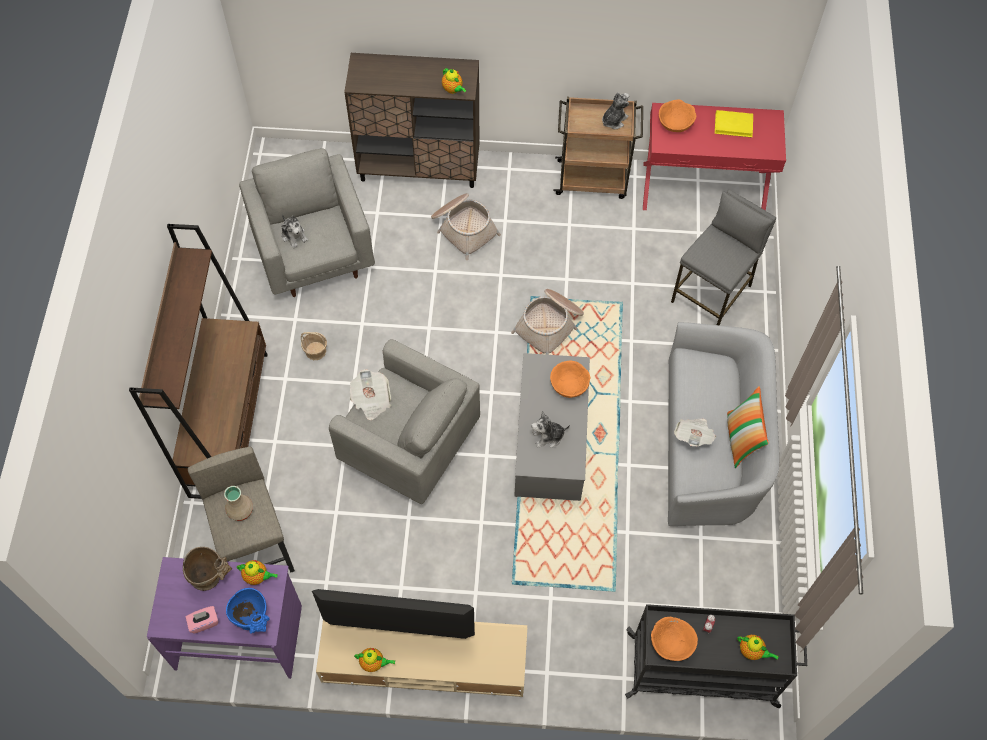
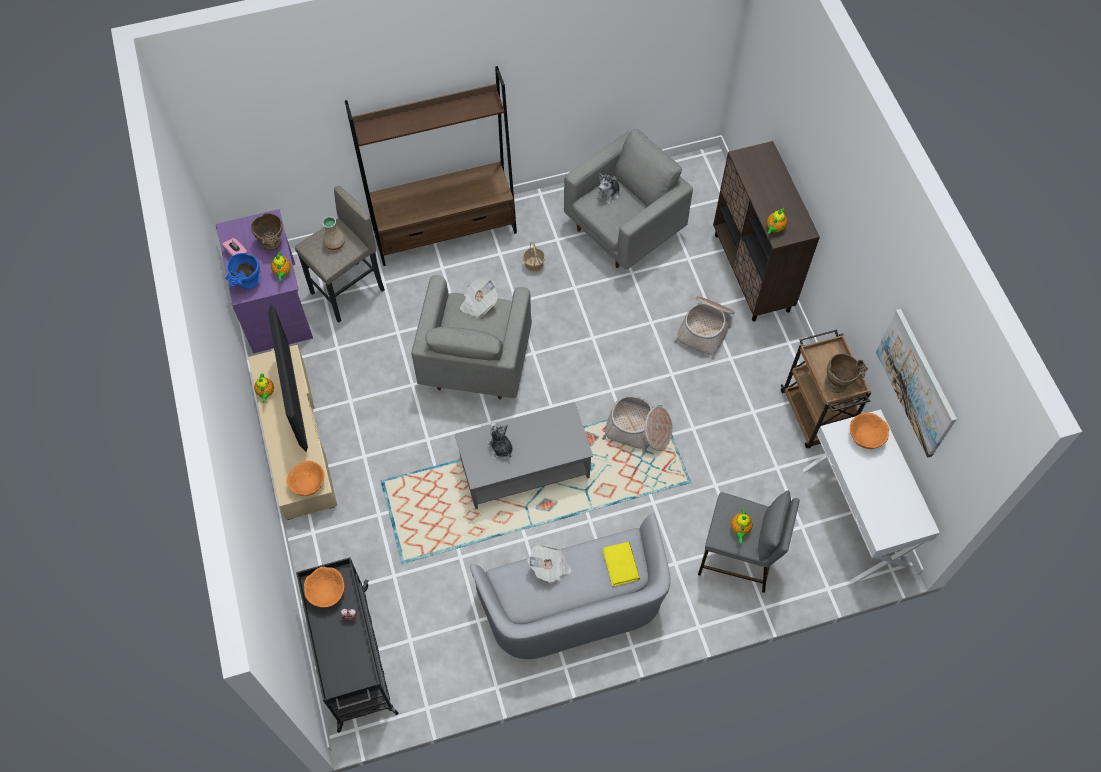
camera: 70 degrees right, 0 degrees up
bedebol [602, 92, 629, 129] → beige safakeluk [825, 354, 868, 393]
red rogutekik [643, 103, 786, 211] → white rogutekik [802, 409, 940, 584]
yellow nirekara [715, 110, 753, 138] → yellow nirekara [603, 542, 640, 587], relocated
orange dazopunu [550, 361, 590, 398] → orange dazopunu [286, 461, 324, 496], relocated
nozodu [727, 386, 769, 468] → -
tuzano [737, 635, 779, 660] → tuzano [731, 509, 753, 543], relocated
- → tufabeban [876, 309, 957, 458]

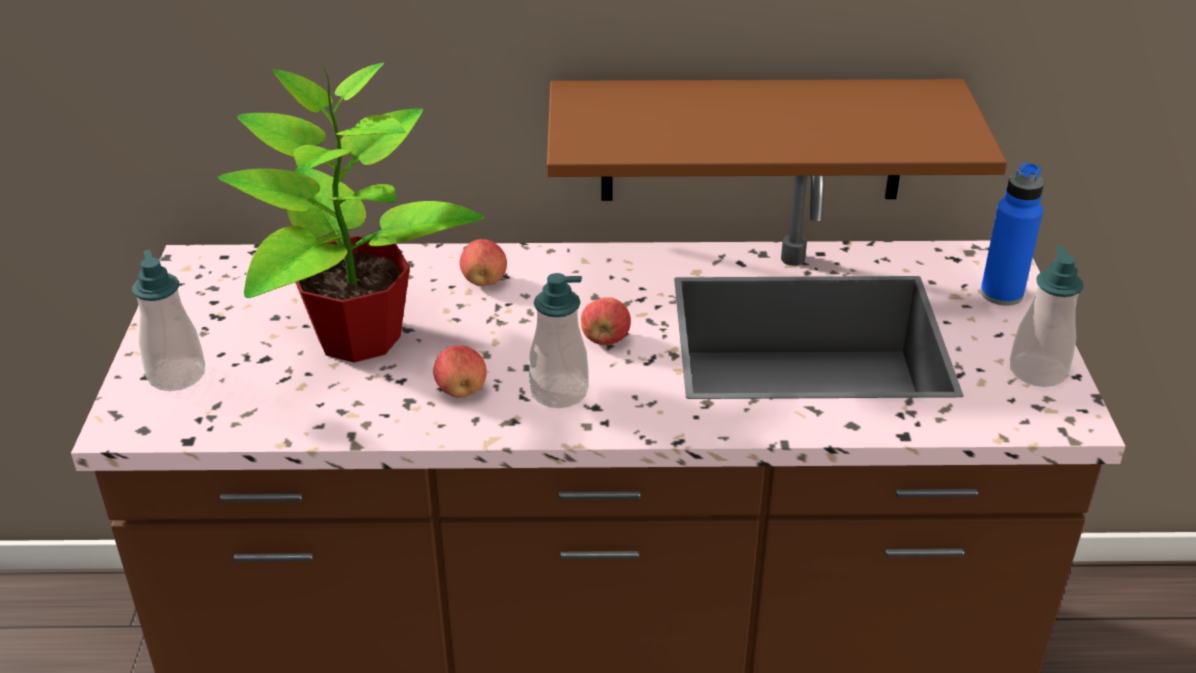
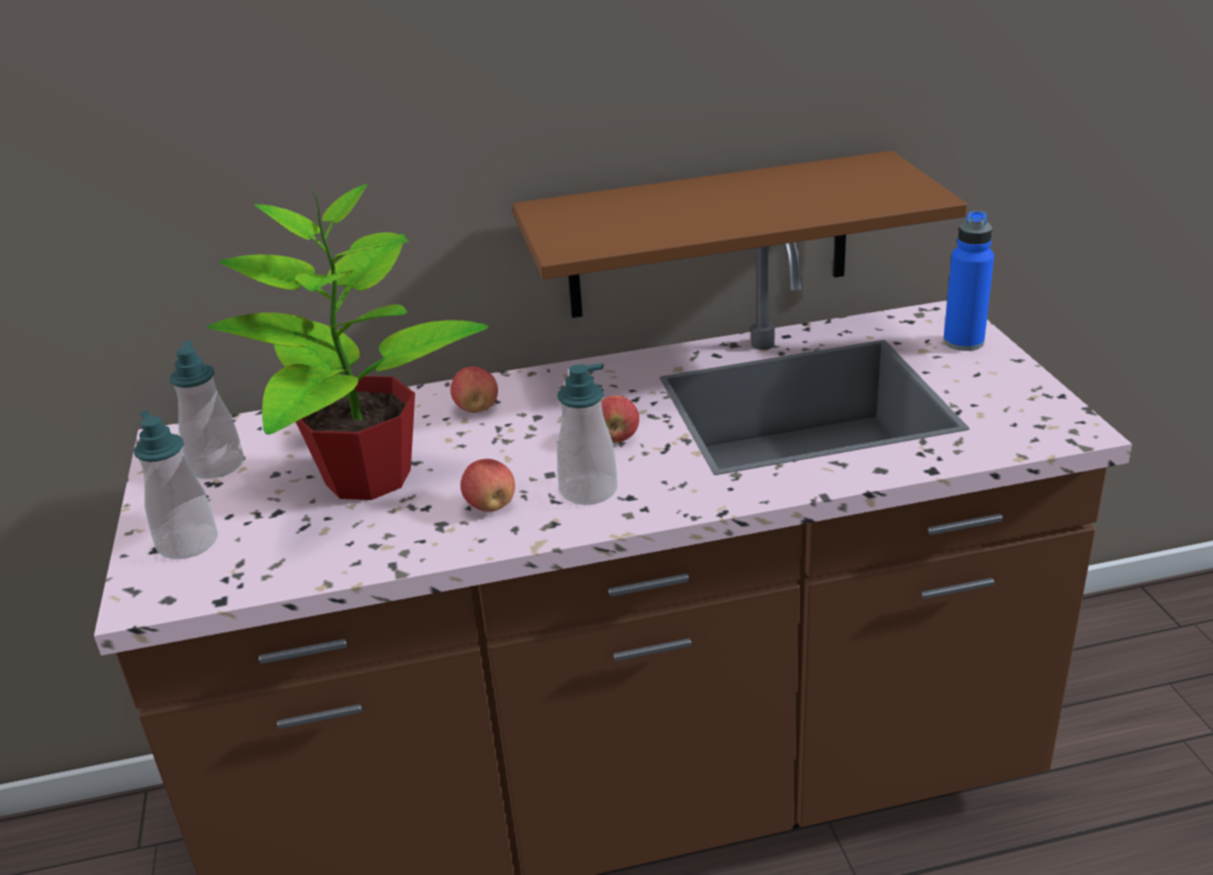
camera: 10 degrees left, 5 degrees down
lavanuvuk [1010, 245, 1083, 387] → lavanuvuk [170, 341, 244, 479], relocated

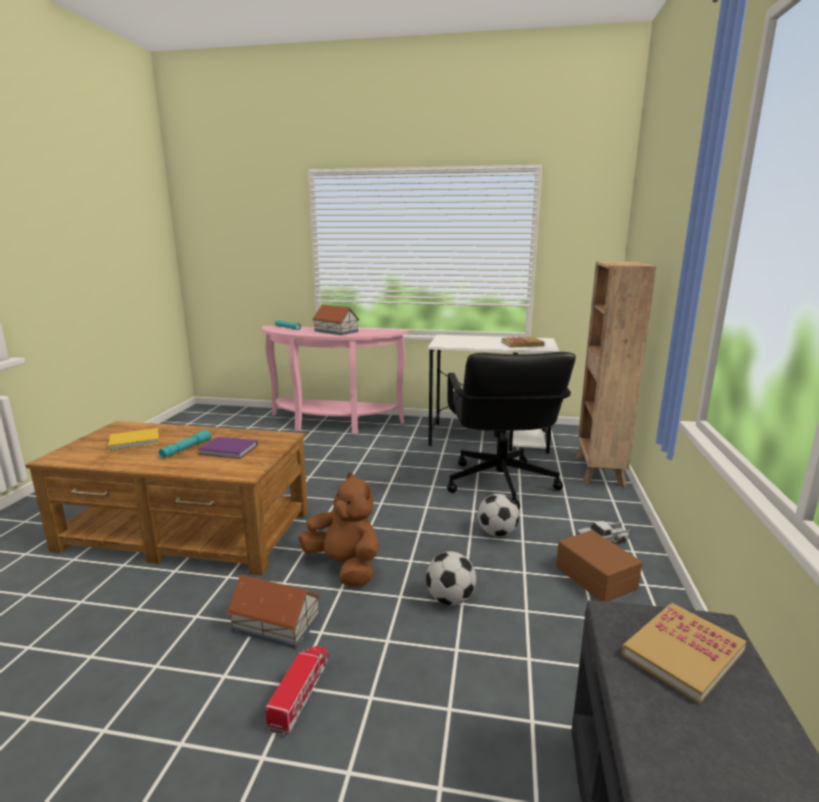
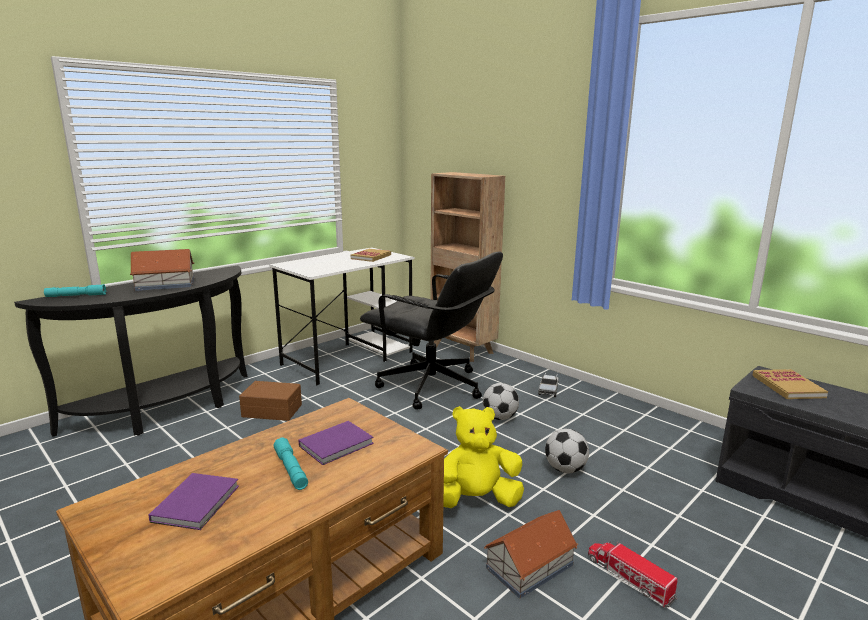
camera: 55 degrees left, 0 degrees up
pink rogutekik [262, 326, 408, 434] → black rogutekik [14, 265, 248, 437]
yellow nirekara [108, 428, 159, 451] → purple nirekara [149, 473, 239, 530]
brown bedebol [298, 472, 379, 587] → yellow bedebol [443, 406, 524, 508]
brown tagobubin [556, 530, 642, 602] → brown tagobubin [239, 381, 302, 421], relocated

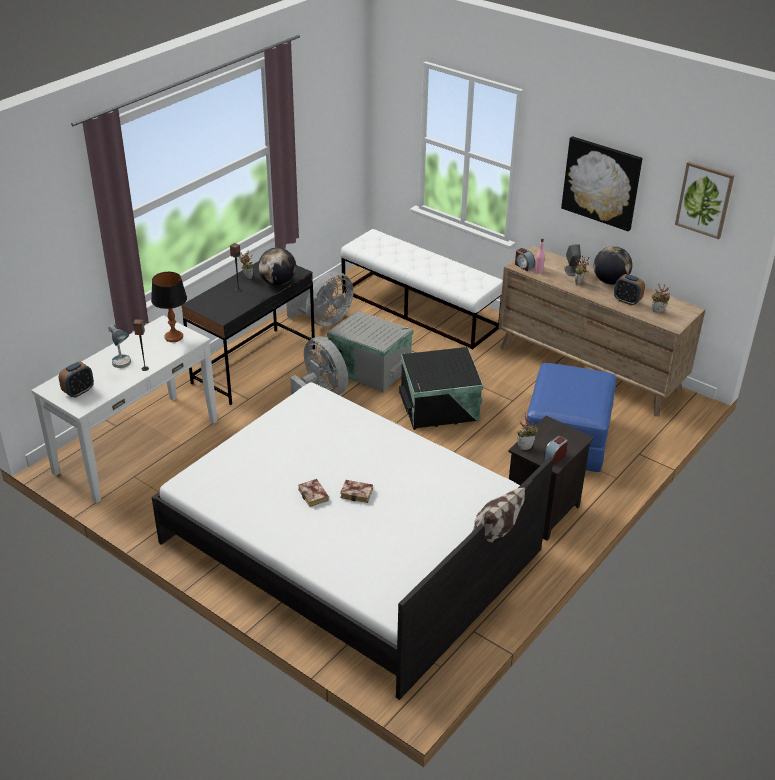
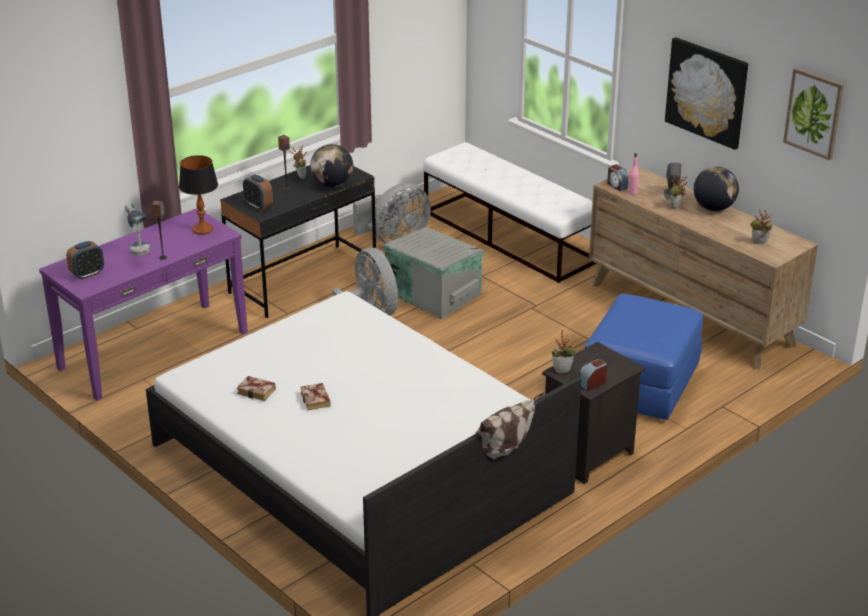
camera: 10 degrees right, 5 degrees down
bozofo [614, 274, 645, 306] → bozofo [243, 175, 273, 210], relocated
white rogutekik [31, 315, 218, 503] → purple rogutekik [39, 208, 248, 401]
black tagobubin [399, 347, 483, 430] → -
nirekara [340, 480, 373, 503] → nirekara [237, 376, 276, 401], relocated

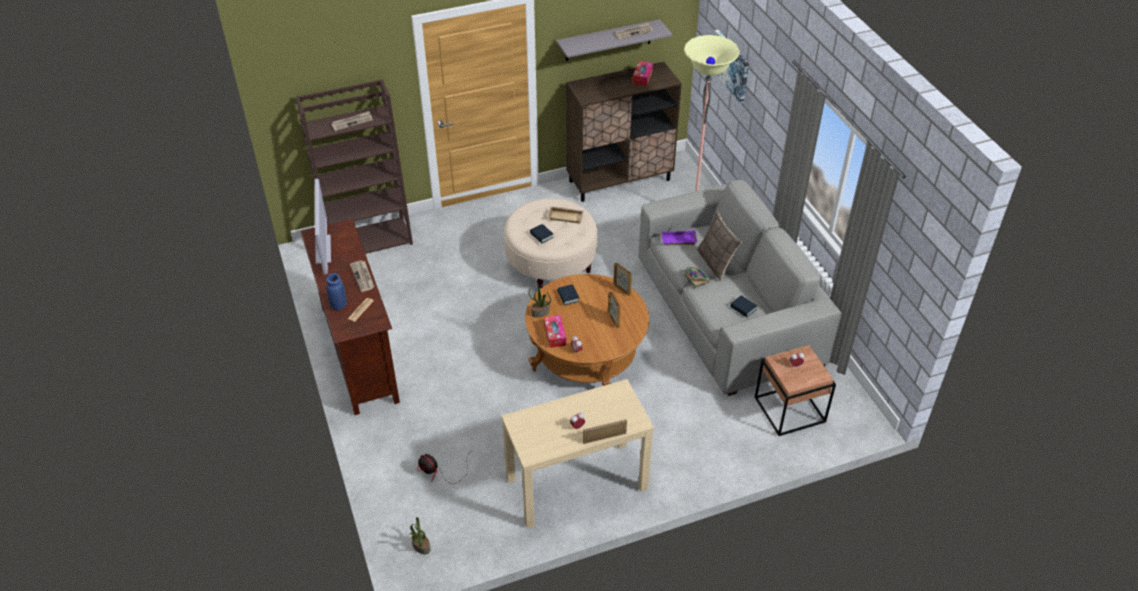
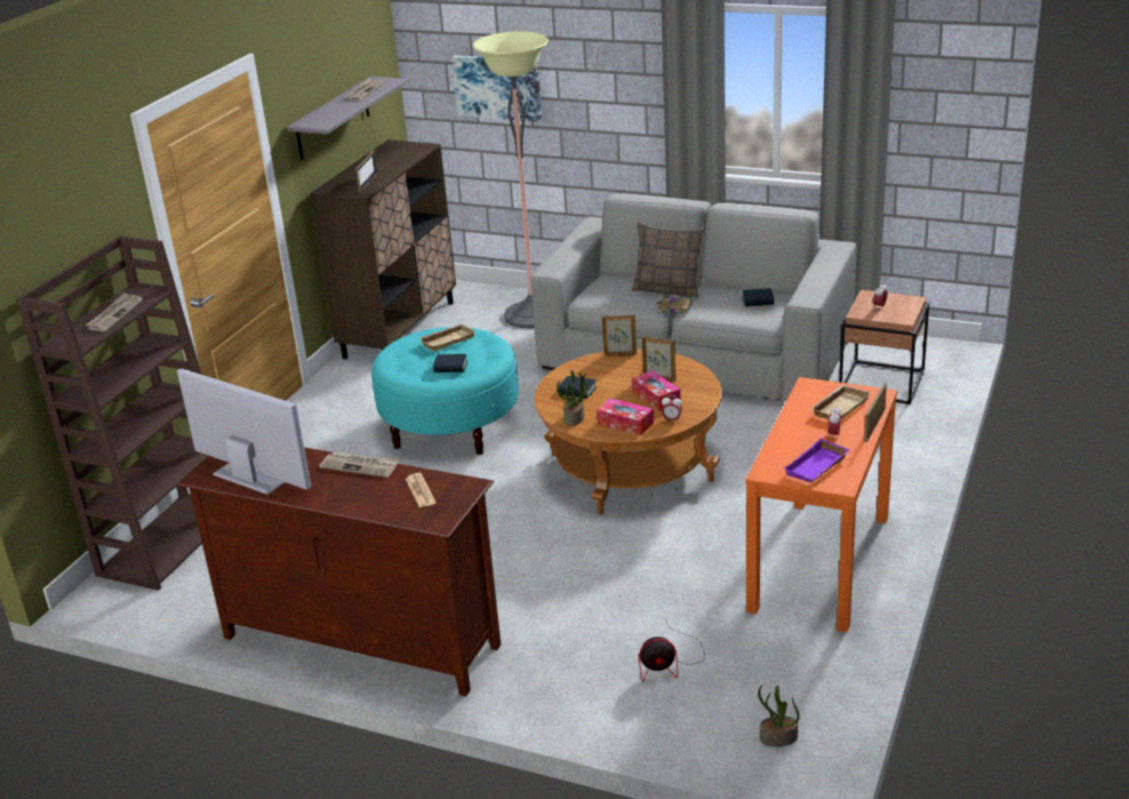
camera: 45 degrees left, 15 degrees down
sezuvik [633, 61, 653, 86] → sezuvik [632, 371, 681, 411], relocated
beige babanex [504, 198, 598, 289] → turquoise babanex [371, 327, 518, 455]
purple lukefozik [661, 230, 697, 245] → purple lukefozik [784, 438, 850, 483], relocated
blue safakeluk [326, 273, 347, 310] → -
beige rogutekik [501, 379, 654, 528] → orange rogutekik [745, 377, 897, 632]
- → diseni [356, 151, 378, 192]
- → beige lukefozik [810, 385, 871, 420]

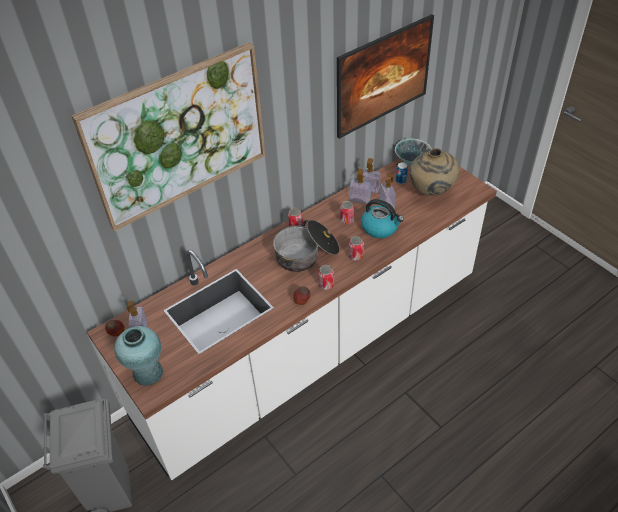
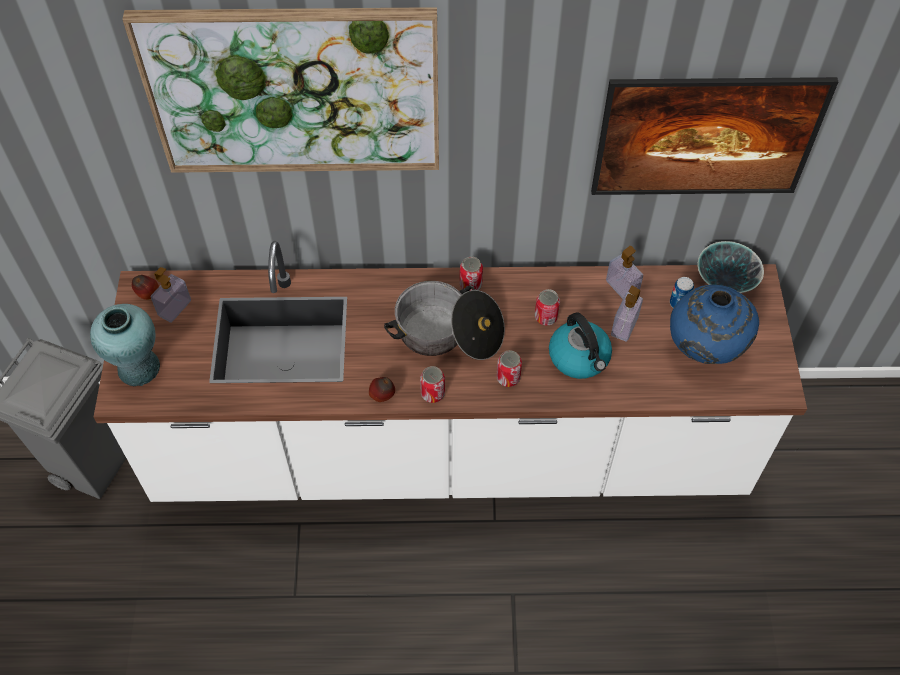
camera: 35 degrees right, 10 degrees up
beige safakeluk [409, 148, 459, 196] → blue safakeluk [670, 285, 759, 364]
lavanuvuk [350, 169, 371, 204] → -

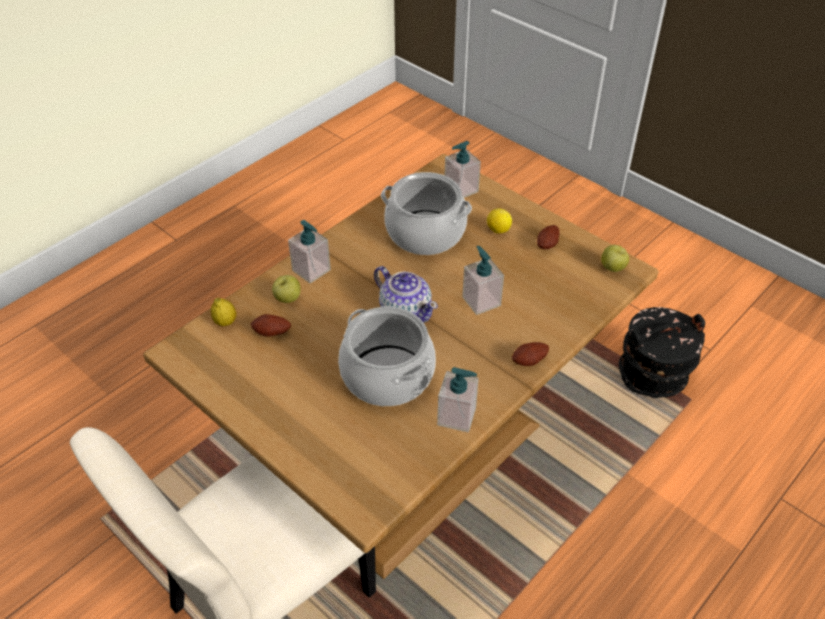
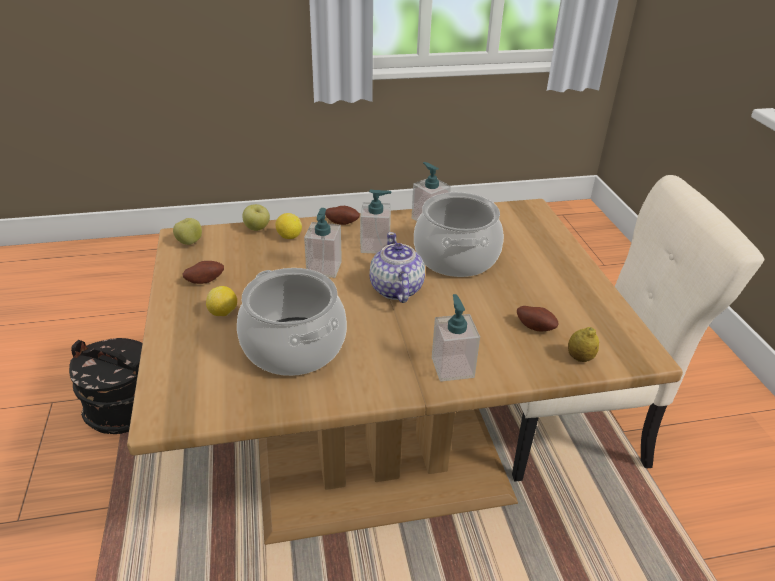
camera: 145 degrees left, 10 degrees down
lavanuvuk [445, 141, 481, 198] → lavanuvuk [360, 190, 392, 254], relocated
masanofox [272, 275, 301, 303] → masanofox [242, 204, 270, 231], relocated
- → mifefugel [275, 213, 302, 239]

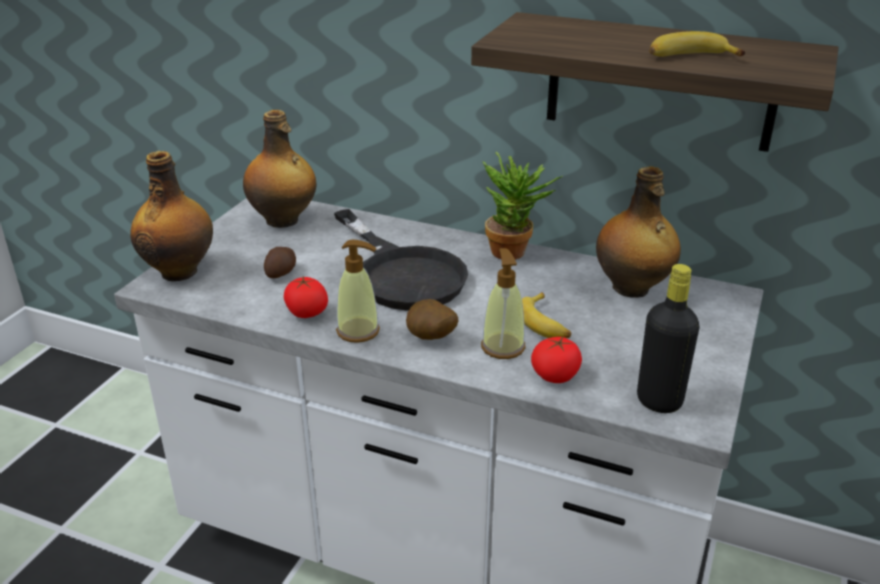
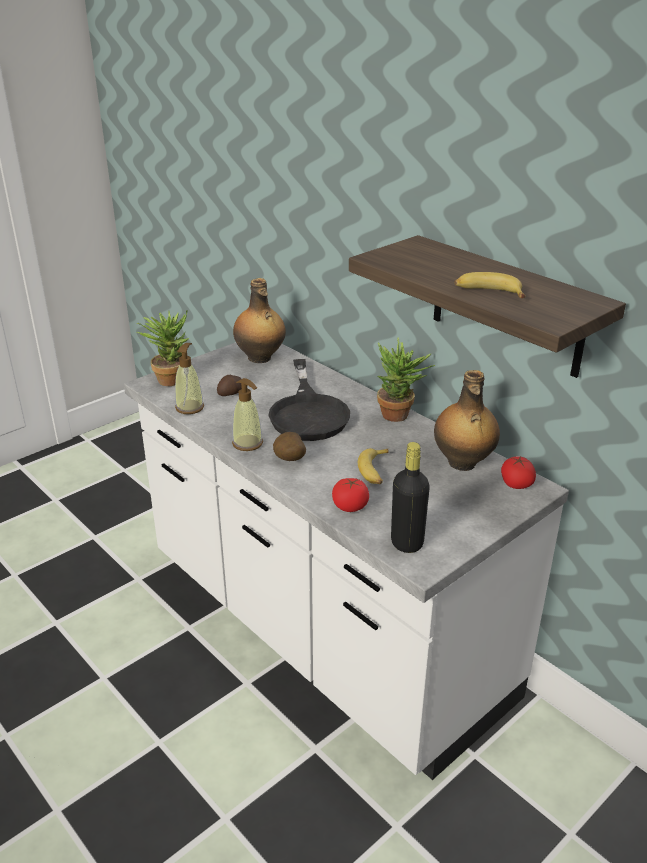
camera: 25 degrees right, 0 degrees up
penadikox [130, 151, 213, 281] → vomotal [137, 311, 189, 386]
lavanuvuk [481, 248, 526, 359] → lavanuvuk [175, 343, 204, 414], relocated
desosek [284, 276, 328, 318] → desosek [501, 455, 536, 489], relocated

